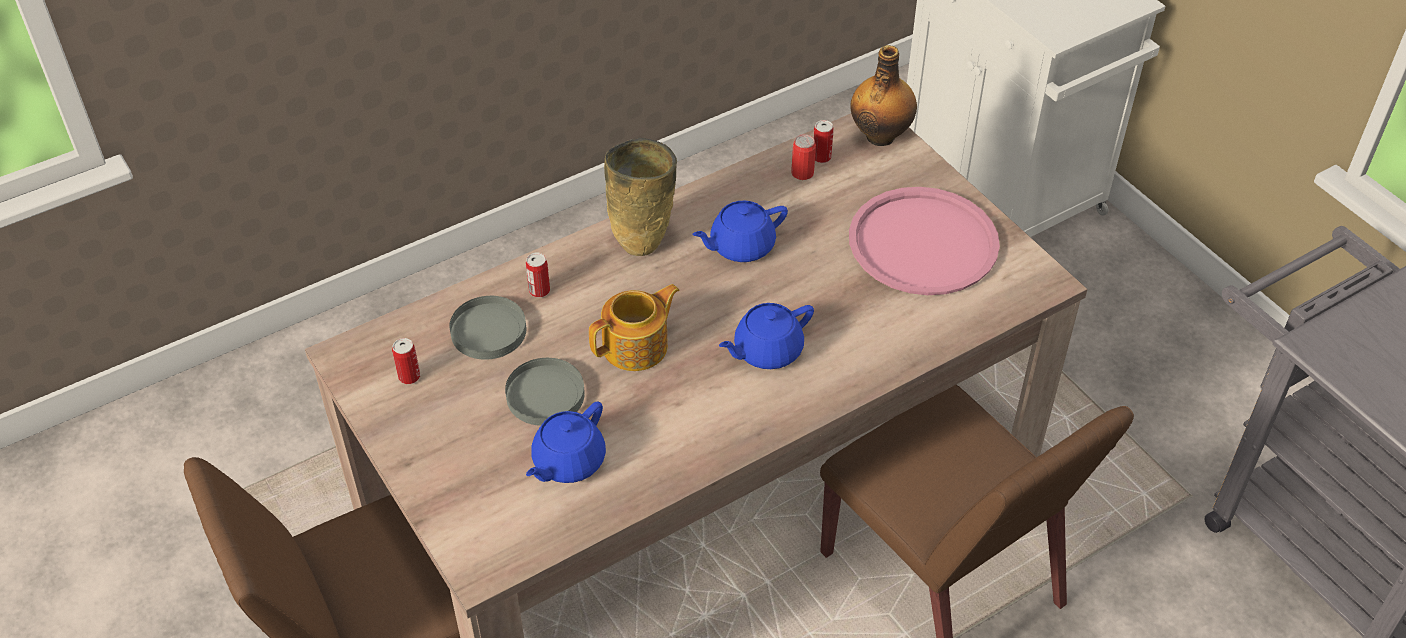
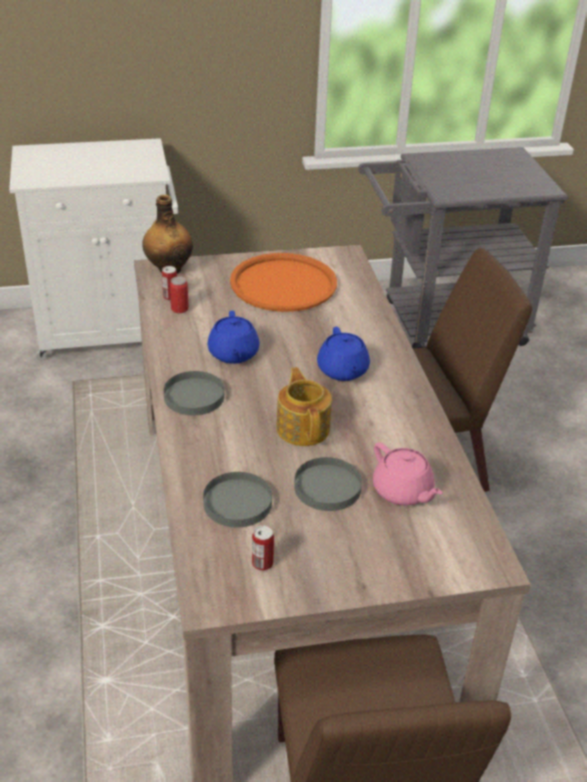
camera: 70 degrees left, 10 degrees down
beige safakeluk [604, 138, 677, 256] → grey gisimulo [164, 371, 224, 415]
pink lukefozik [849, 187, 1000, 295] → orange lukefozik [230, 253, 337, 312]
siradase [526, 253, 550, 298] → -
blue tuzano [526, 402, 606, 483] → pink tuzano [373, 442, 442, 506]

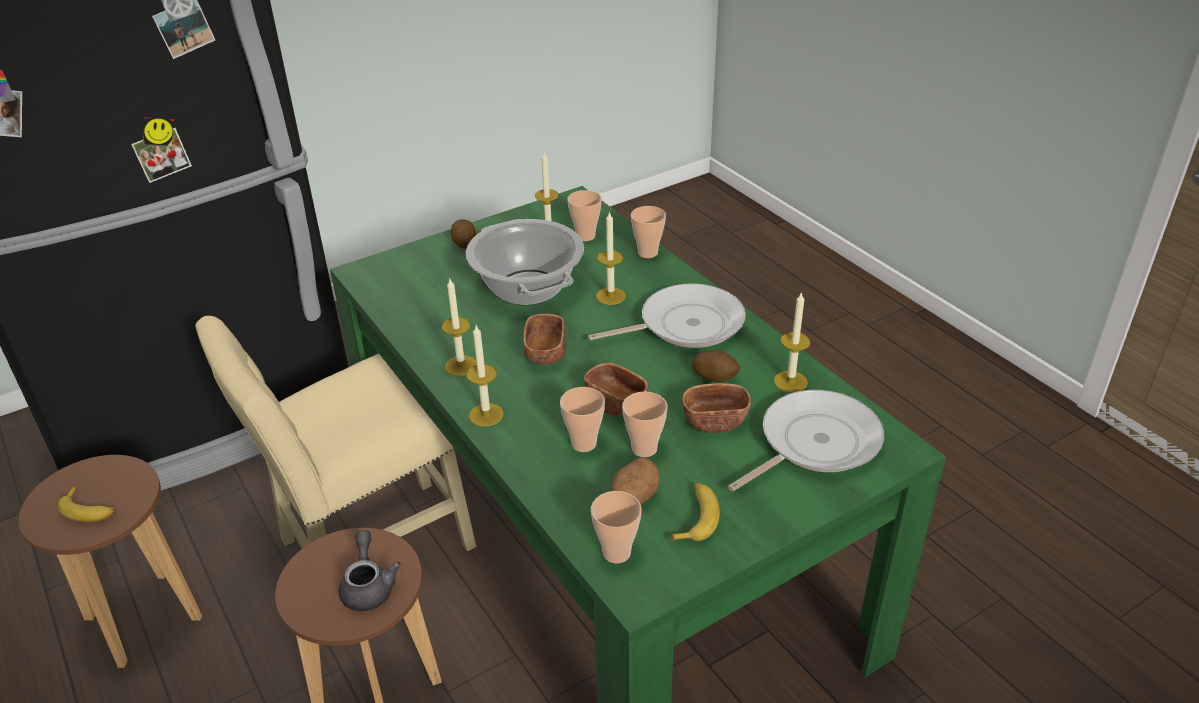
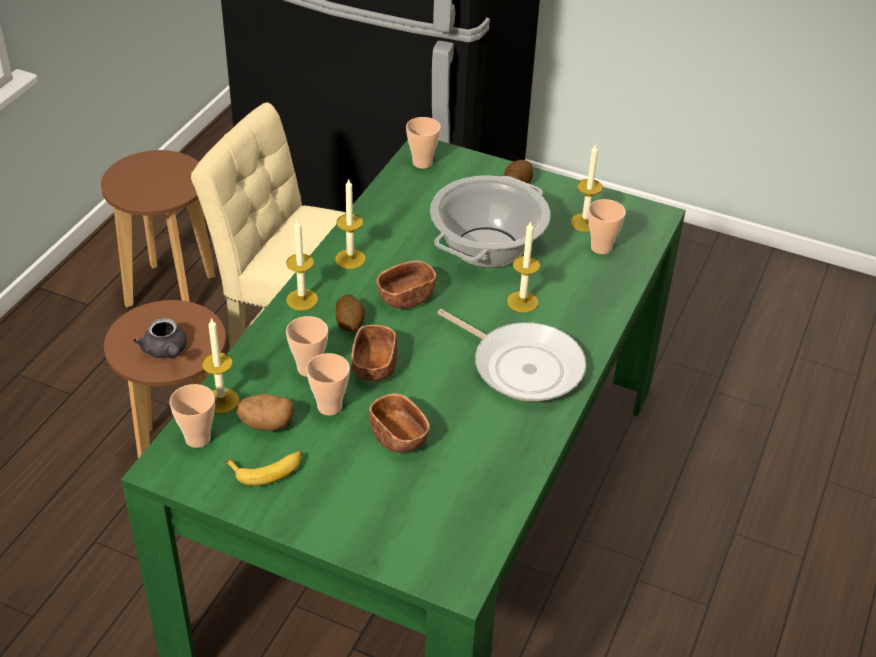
camera: 55 degrees right, 5 degrees up
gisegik [631, 206, 666, 258] → gisegik [406, 117, 441, 169], relocated
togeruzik [774, 292, 811, 393] → togeruzik [202, 317, 239, 414], relocated
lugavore [692, 350, 740, 382] → lugavore [336, 294, 365, 331], relocated
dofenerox [728, 390, 884, 491] → -
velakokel [58, 486, 116, 522] → -
grey tuzano [339, 530, 401, 611] → grey tuzano [134, 318, 187, 358], 105 degrees clockwise

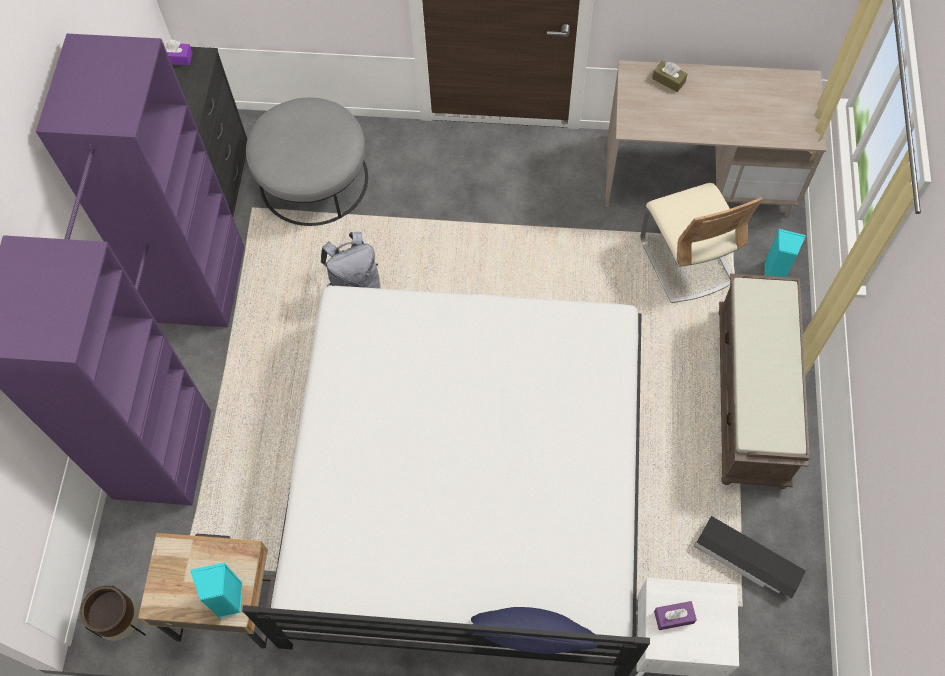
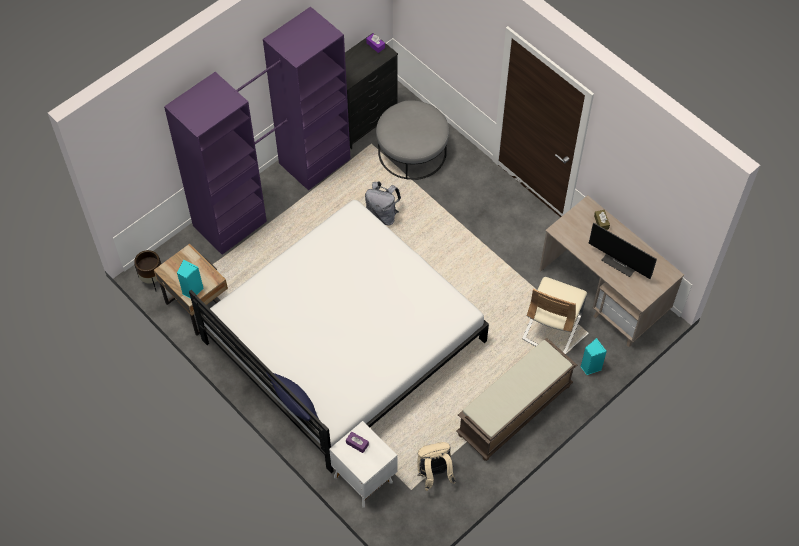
camera: 40 degrees right, 5 degrees down
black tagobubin [694, 516, 806, 598] → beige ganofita [417, 442, 456, 491]
- → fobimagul [589, 222, 657, 279]

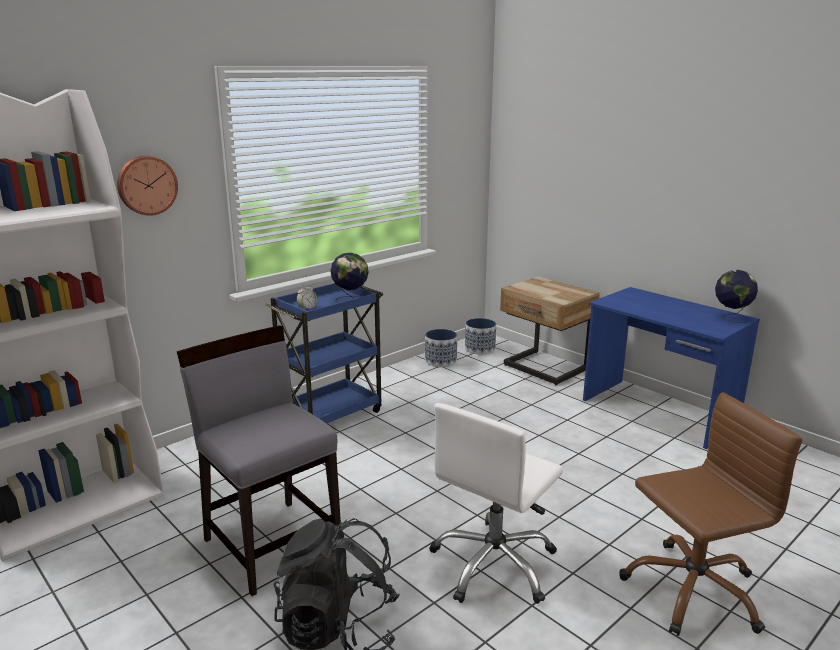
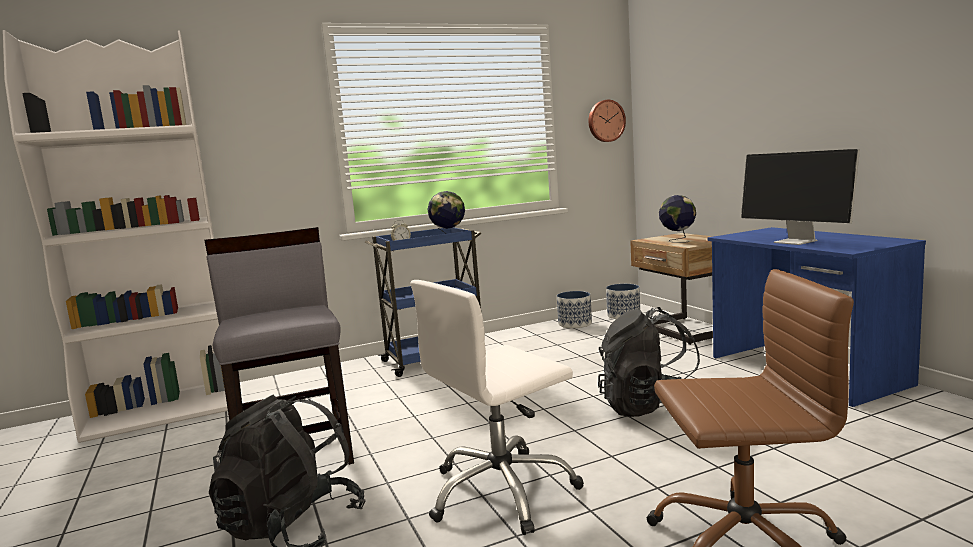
camera: 20 degrees right, 10 degrees down
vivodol [117, 156, 178, 216] → vivodol [588, 100, 626, 142], relocated
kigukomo [715, 270, 758, 323] → kigukomo [659, 195, 696, 243], relocated
- → fobimagul [741, 149, 860, 245]
- → black ganofita [598, 307, 700, 417]

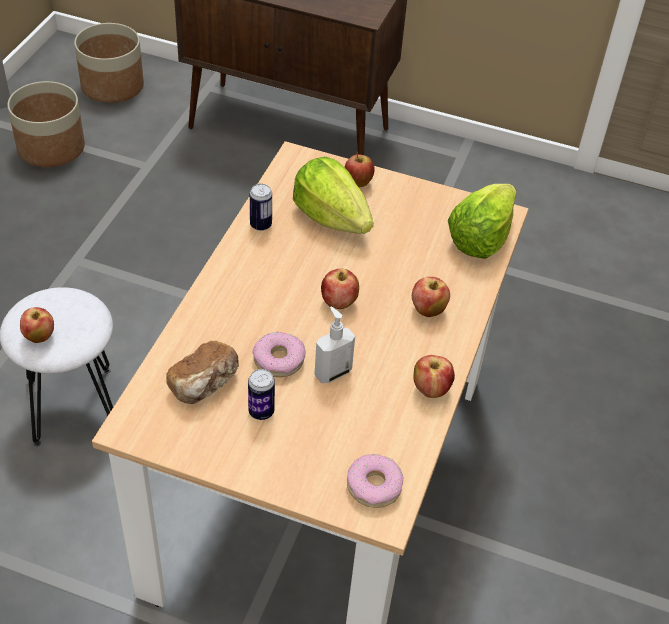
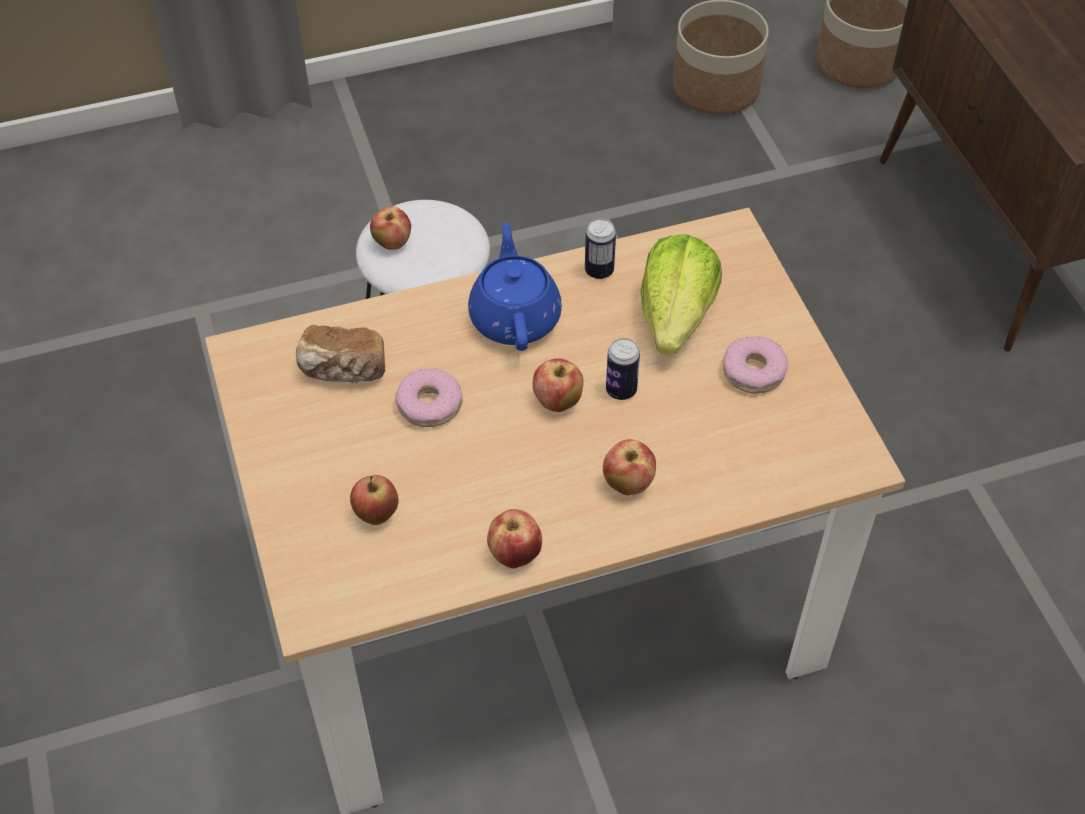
camera: 55 degrees right, 5 degrees up
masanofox [344, 153, 375, 187] → masanofox [350, 475, 398, 525], relocated
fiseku [448, 184, 517, 259] → -
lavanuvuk [314, 307, 355, 383] → -
siradase [248, 369, 275, 420] → siradase [606, 338, 640, 400], relocated
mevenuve [347, 454, 403, 508] → mevenuve [723, 336, 788, 394], relocated
- → blue tuzano [468, 222, 562, 351]

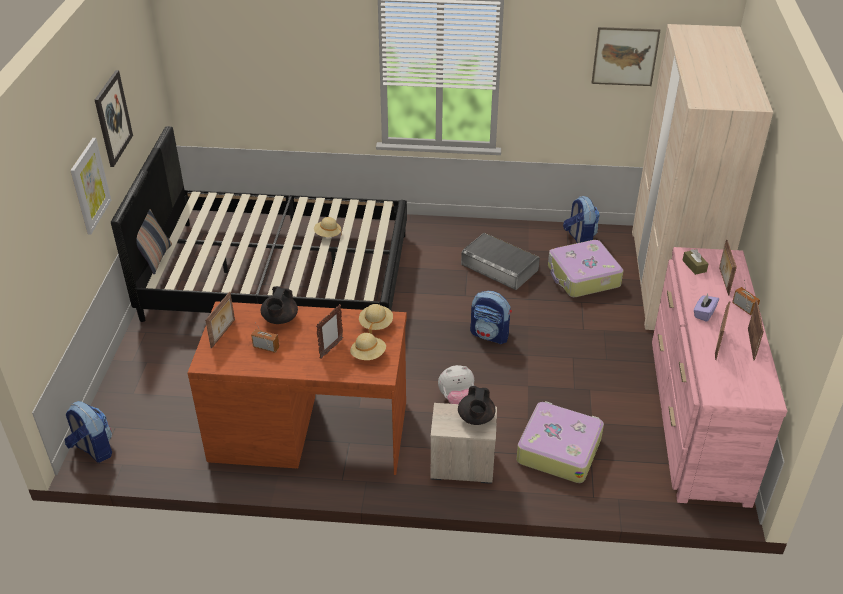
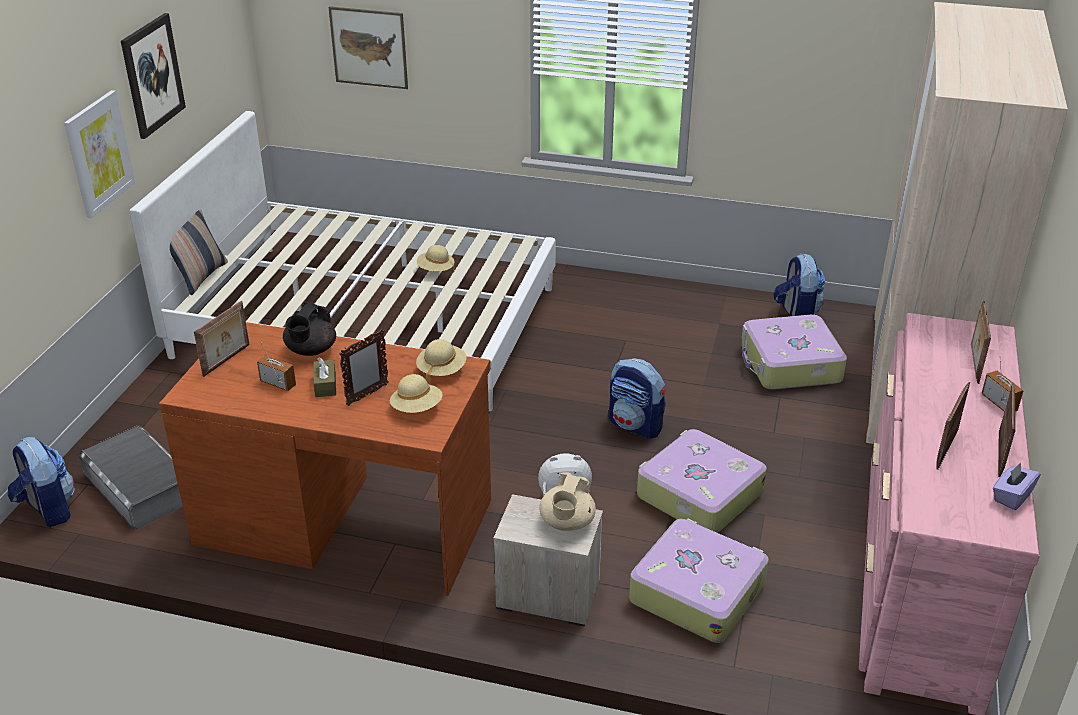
camera: 10 degrees right, 5 degrees down
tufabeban [592, 27, 660, 86] → tufabeban [328, 6, 408, 89], relocated
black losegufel [111, 126, 407, 322] → white losegufel [130, 111, 556, 411]
grey tagobubin [461, 233, 540, 290] → grey tagobubin [79, 425, 183, 530], relocated
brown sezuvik [682, 249, 709, 275] → brown sezuvik [313, 358, 336, 397], relocated
purple sezuvik [694, 294, 719, 322] → purple sezuvik [993, 462, 1041, 510], relocated
black tuzano [458, 386, 495, 425] → beige tuzano [539, 472, 596, 531]
- → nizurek [637, 429, 767, 533]

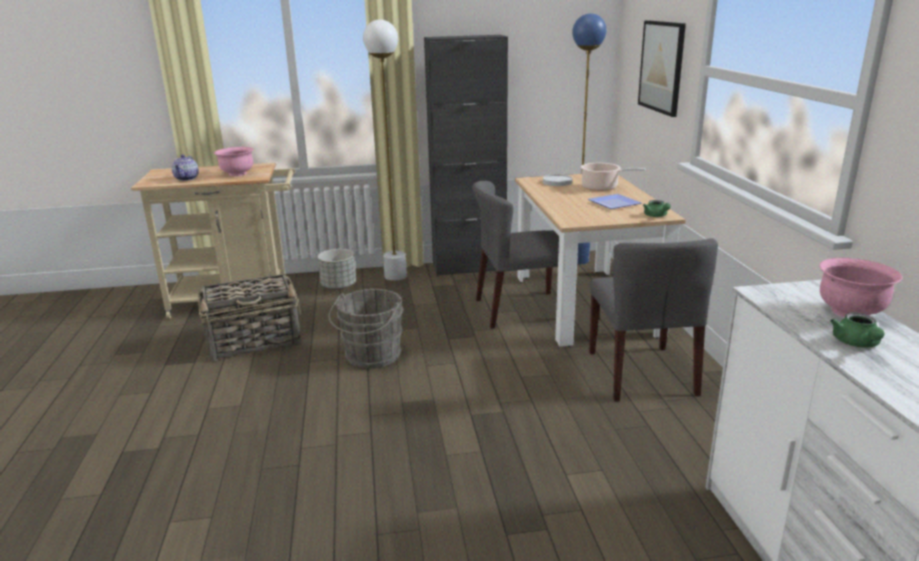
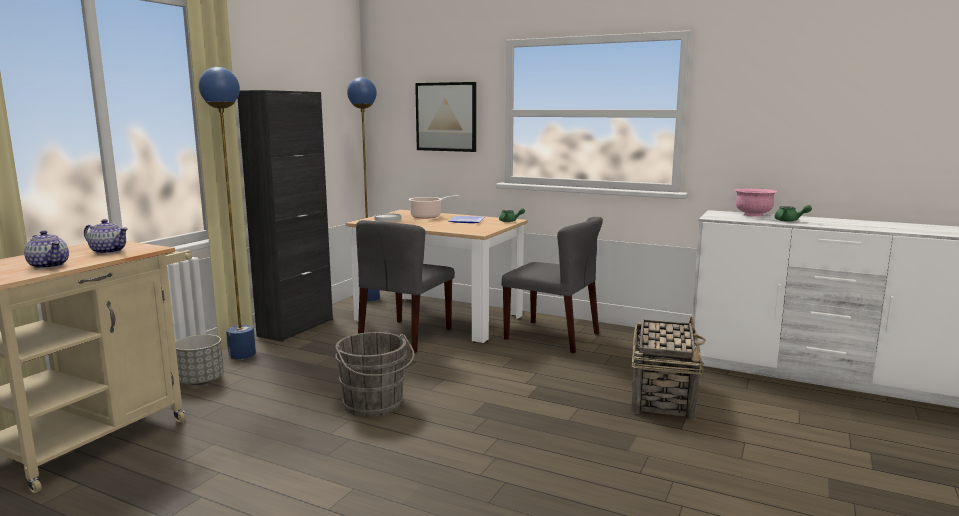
camera: 55 degrees left, 10 degrees down
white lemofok [363, 19, 407, 281] → blue lemofok [198, 67, 256, 360]
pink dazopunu [214, 147, 254, 176] → tuzano [84, 219, 128, 254]
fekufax [198, 274, 301, 361] → fekufax [631, 317, 706, 420], relocated

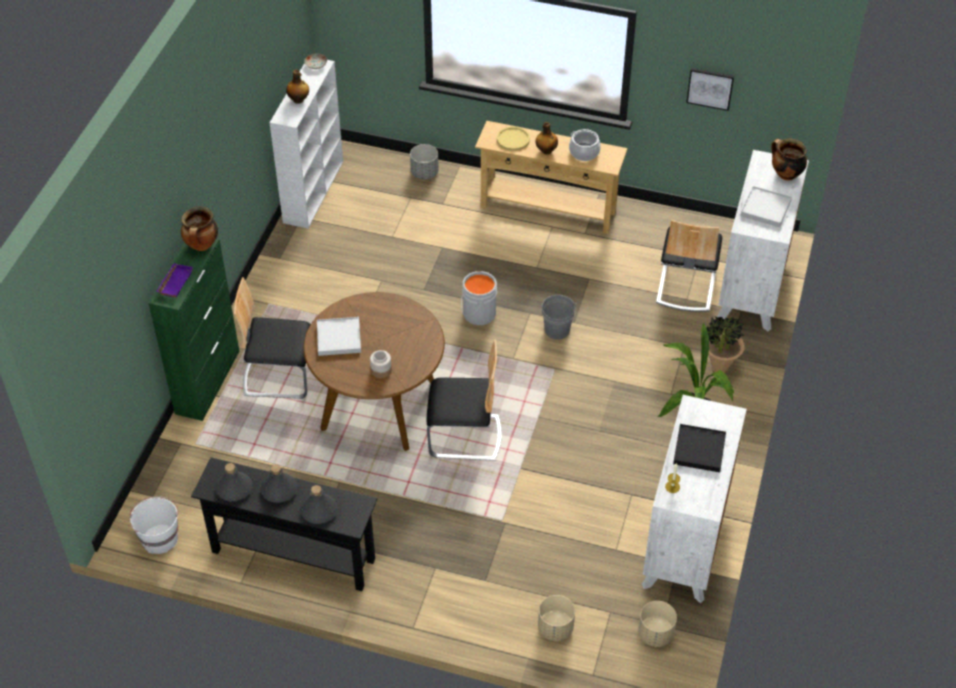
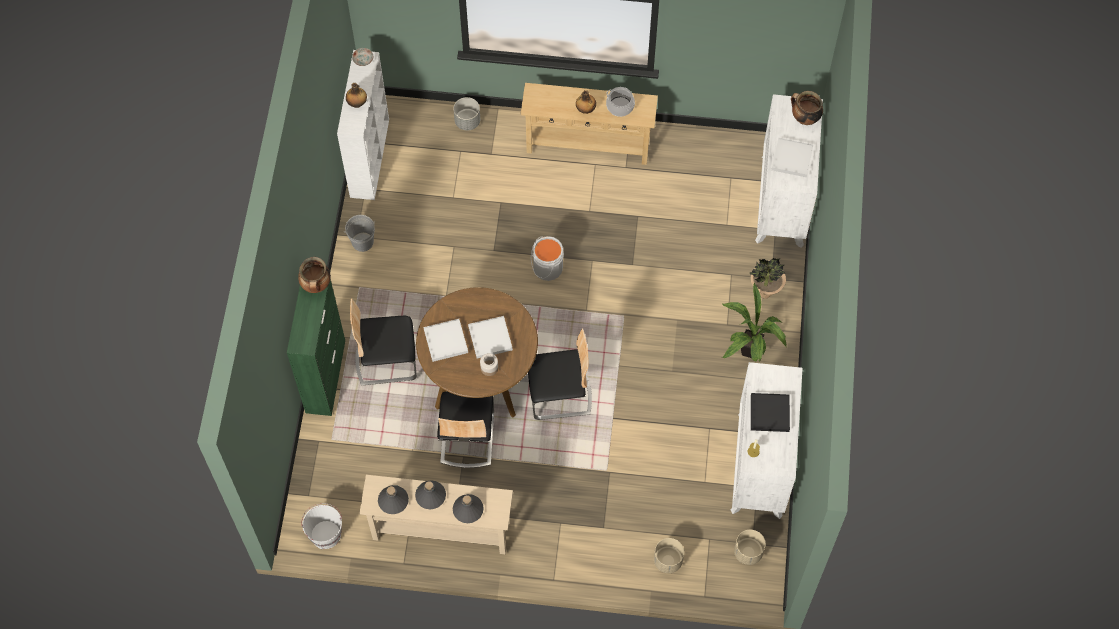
camera: 10 degrees left, 15 degrees up
tufabeban [686, 68, 734, 111] → -
yellow gisimulo [497, 127, 530, 151] → -
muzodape [656, 220, 722, 312] → muzodape [437, 391, 494, 468], relocated
purple lukefozik [156, 263, 193, 298] → -
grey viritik [540, 295, 577, 340] → grey viritik [345, 215, 375, 252], relocated
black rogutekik [191, 457, 377, 591] → beige rogutekik [359, 475, 513, 554]
- → white lukefozik [468, 316, 513, 359]

